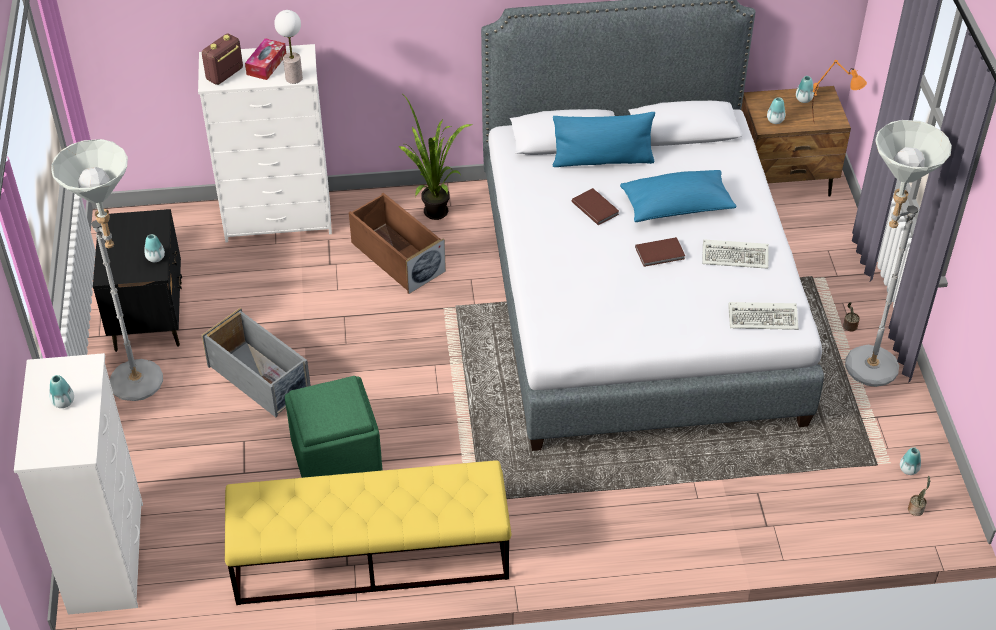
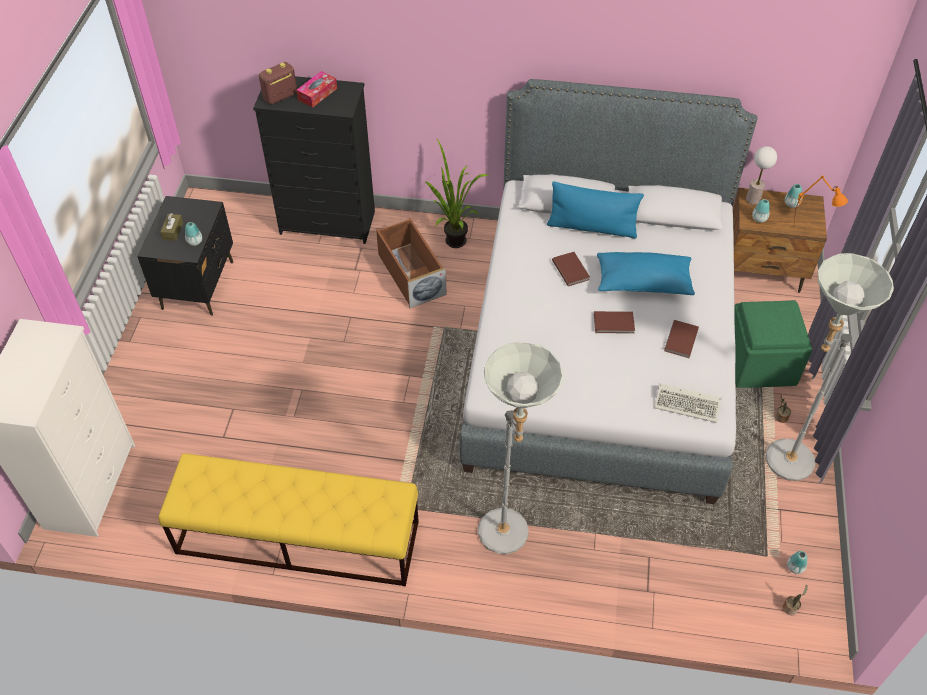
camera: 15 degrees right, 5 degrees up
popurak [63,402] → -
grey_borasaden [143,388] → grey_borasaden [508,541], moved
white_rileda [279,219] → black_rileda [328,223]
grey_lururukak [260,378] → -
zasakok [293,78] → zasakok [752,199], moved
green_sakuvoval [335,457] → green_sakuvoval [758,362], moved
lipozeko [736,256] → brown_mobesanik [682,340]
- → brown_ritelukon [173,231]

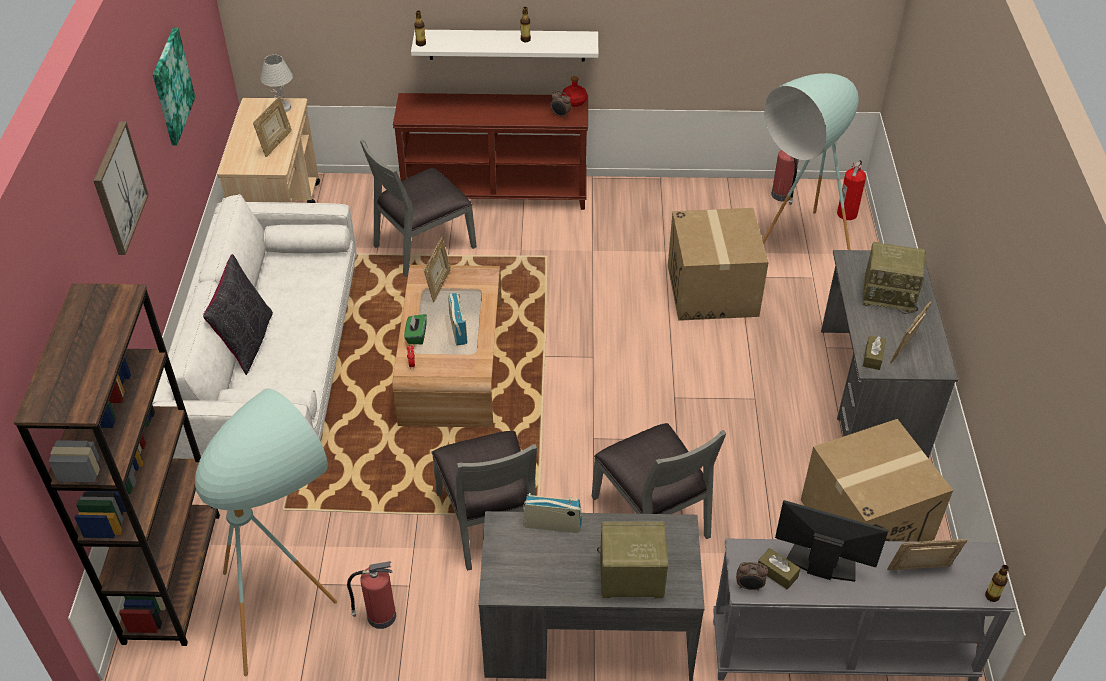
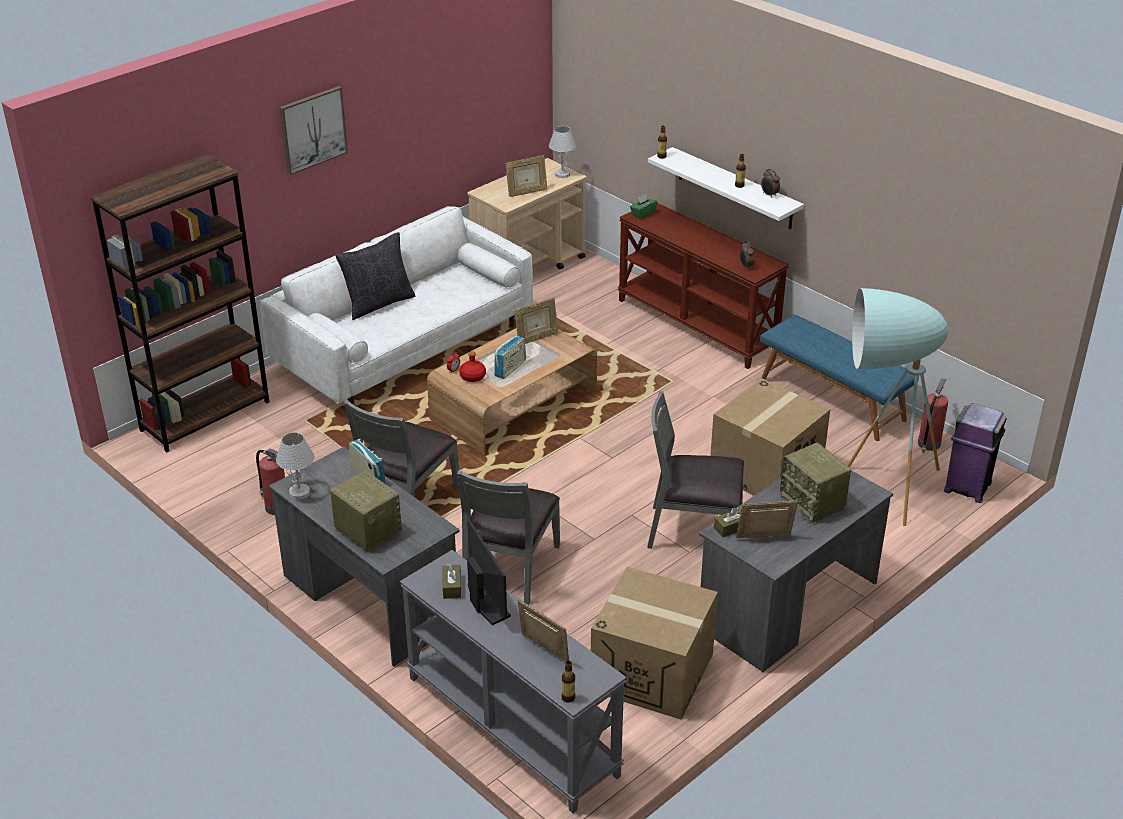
camera: 45 degrees right, 10 degrees down
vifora [171,86] → -
turquoise_borasaden [289,601] → -
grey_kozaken [423,245] → grey_kozaken [694,530], moved
green_ritelukon [416,336] → green_ritelukon [643,213], moved
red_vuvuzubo [574,101] → red_vuvuzubo [473,377], moved
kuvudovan [749,586] → kuvudovan [769,195], moved
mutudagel [847,214] → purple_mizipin [967,487]
- → white_zasakok [299,492]
- → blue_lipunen [833,399]

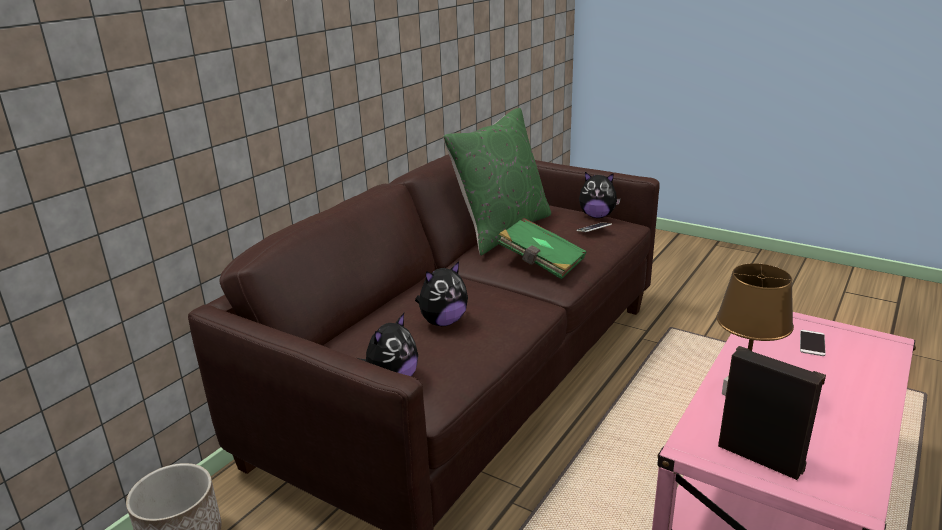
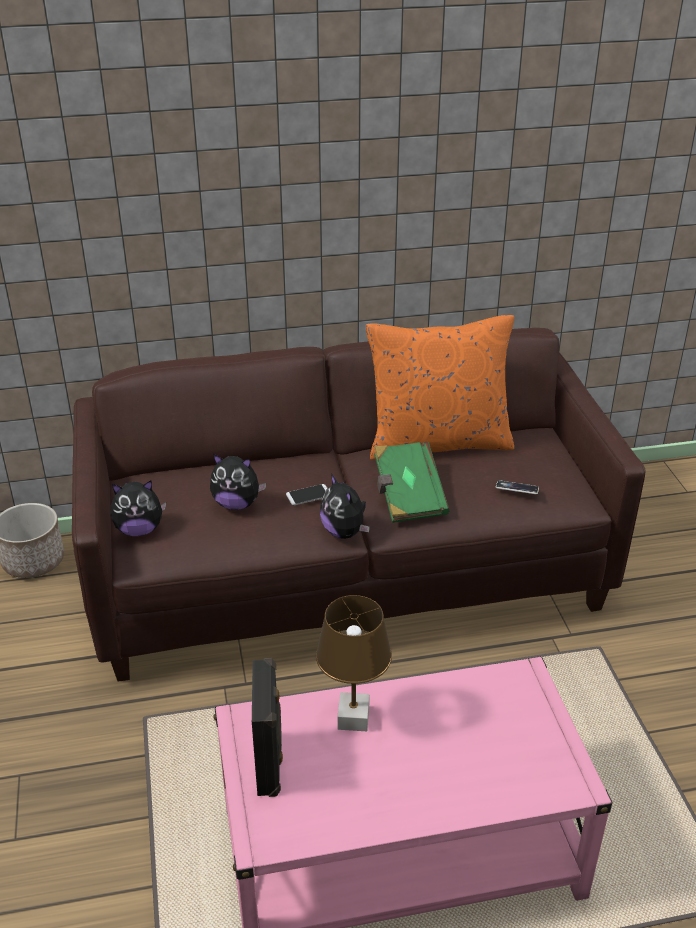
camera: 45 degrees right, 10 degrees up
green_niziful [502,230] → orange_niziful [438,442]
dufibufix [597,216] → dufibufix [344,532], moved
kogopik [812,343] → kogopik [308,495], moved

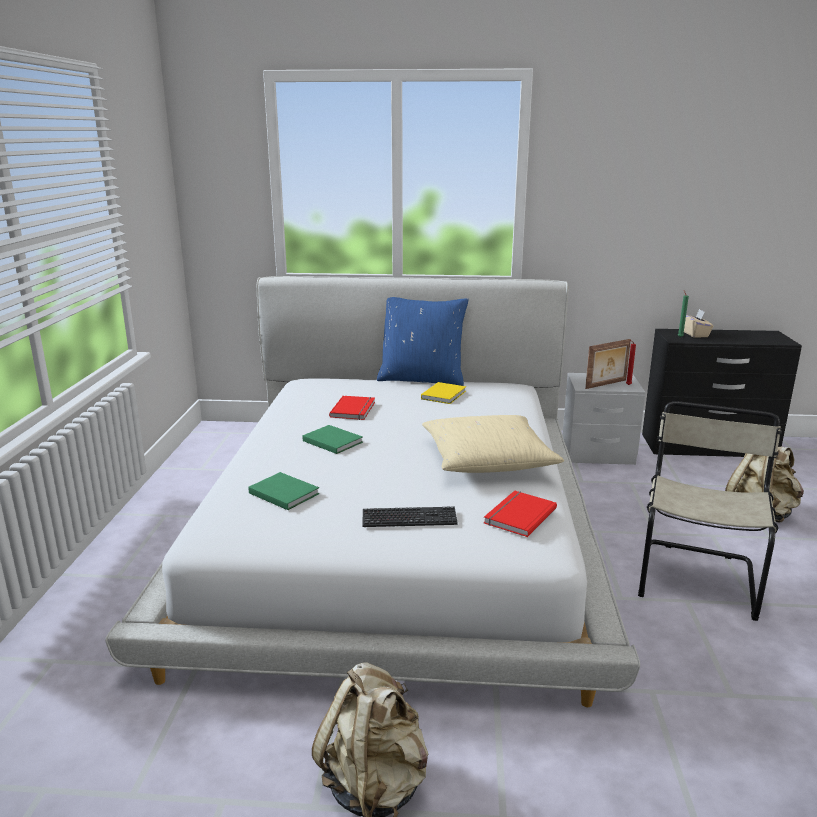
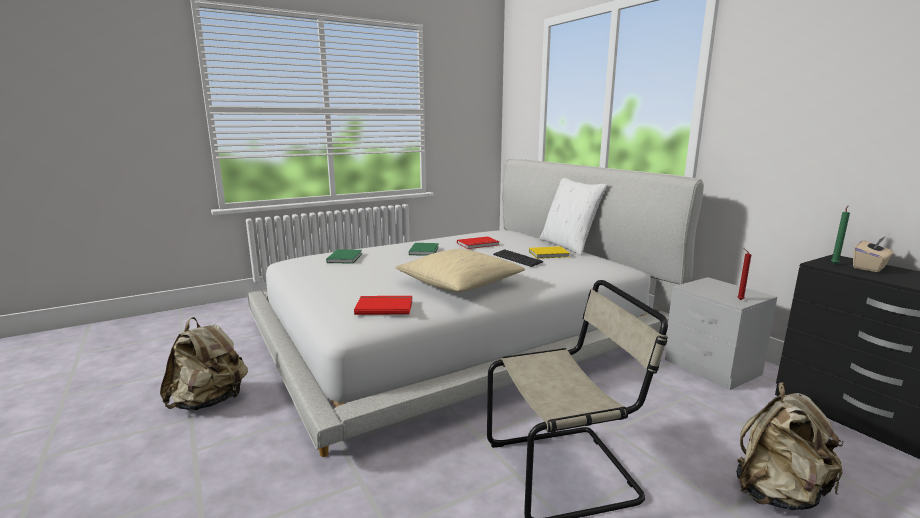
camera: 55 degrees right, 5 degrees down
lipozeko [409,519] → lipozeko [517,259], moved
blue_niziful [422,379] → white_niziful [568,246]
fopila [606,384] → -

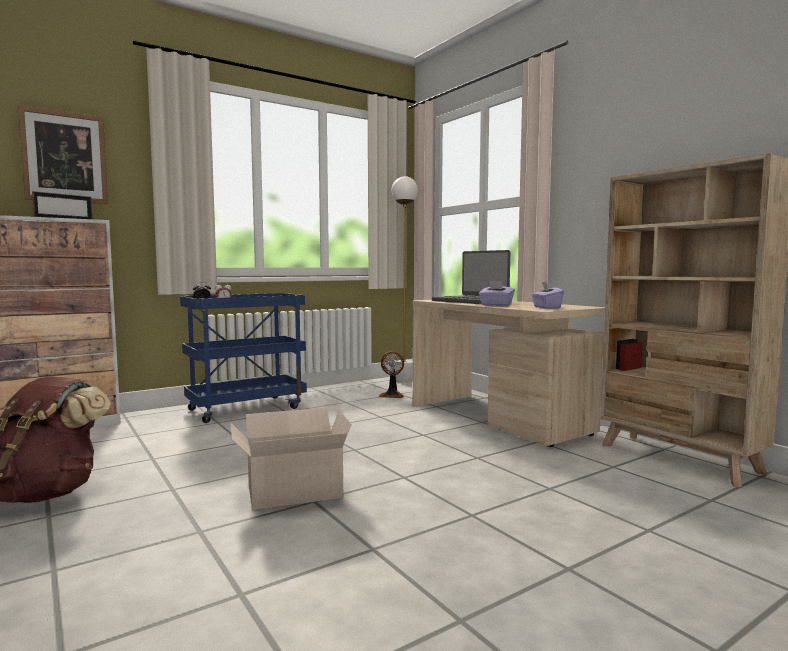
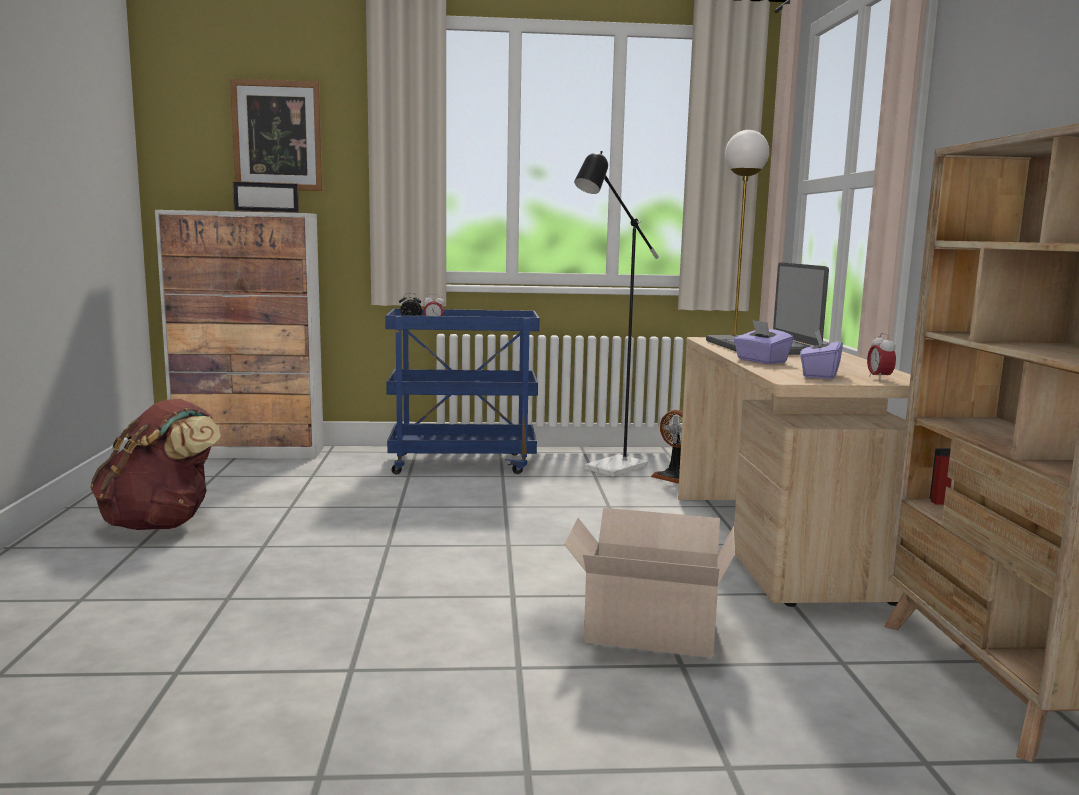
camera: 30 degrees right, 5 degrees up
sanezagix [291,491] → sanezagix [646,629], moved
- → black_borasaden [608,469]
- → kuvudovan [879,378]

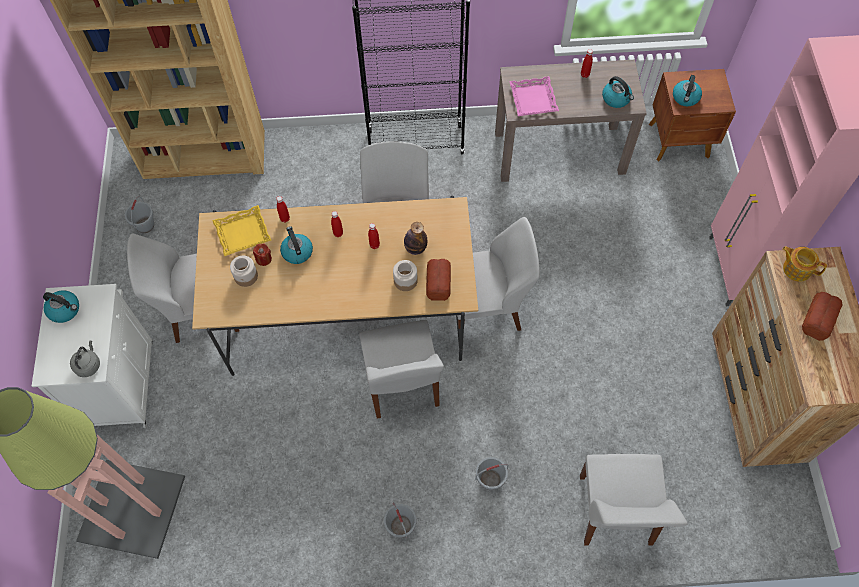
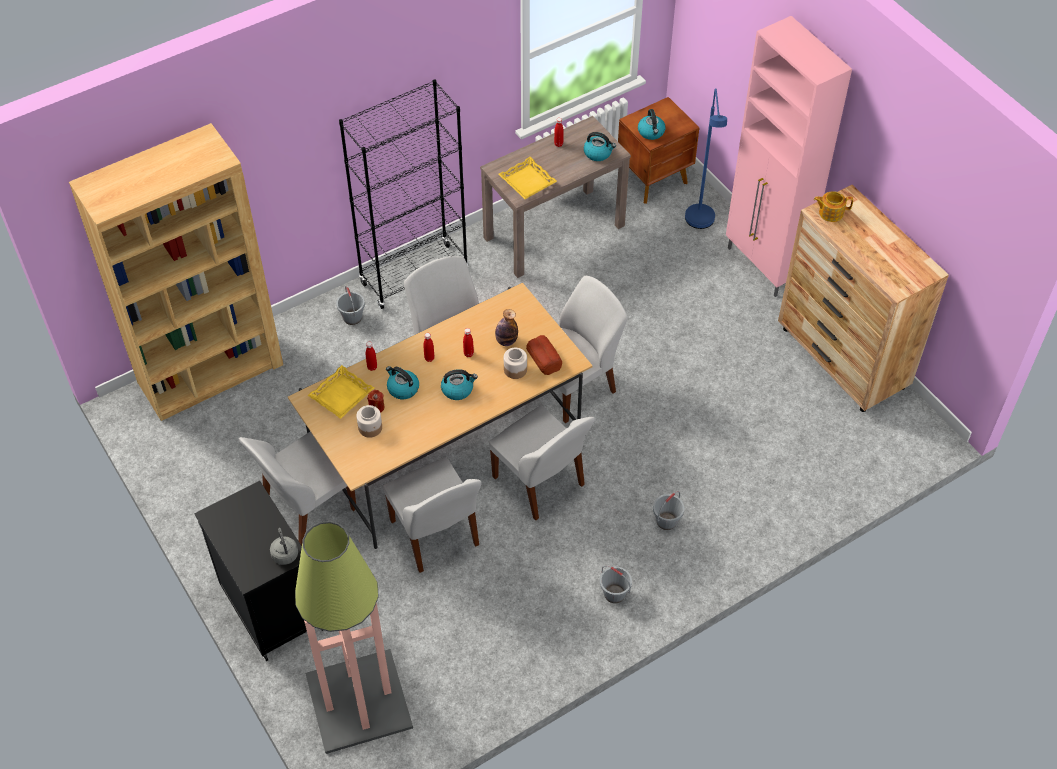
camera: 30 degrees left, 10 degrees down
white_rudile [120,383] → black_rudile [270,605]
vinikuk [65,310] → vinikuk [458,389], moved
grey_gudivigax [145,225] → grey_gudivigax [352,317], moved
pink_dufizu [533,99] → yellow_dufizu [528,181]
white_kozaken [615,513] → white_kozaken [435,535], moved
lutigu [820,318] → -
- → blue_borasaden [700,224]

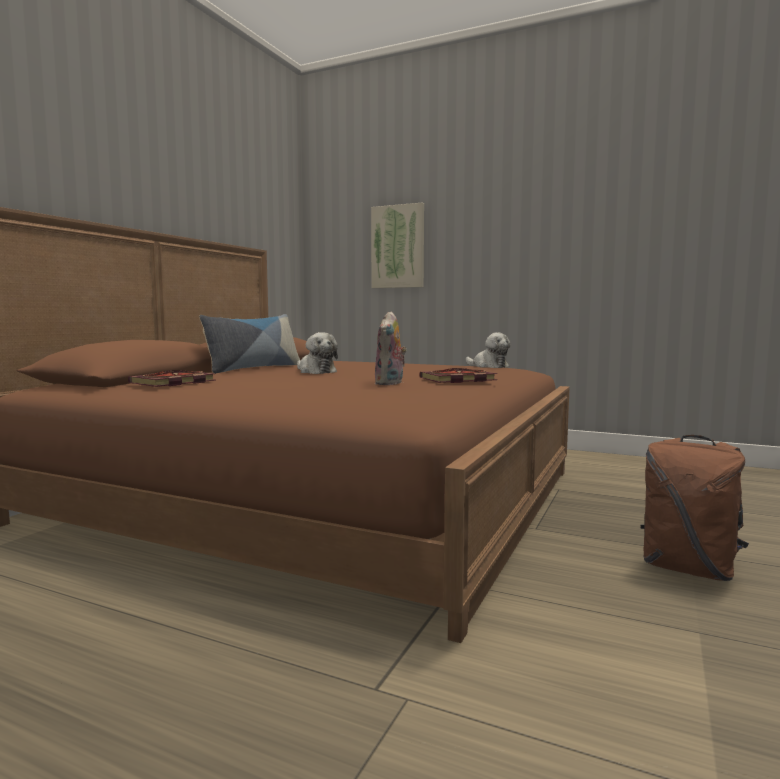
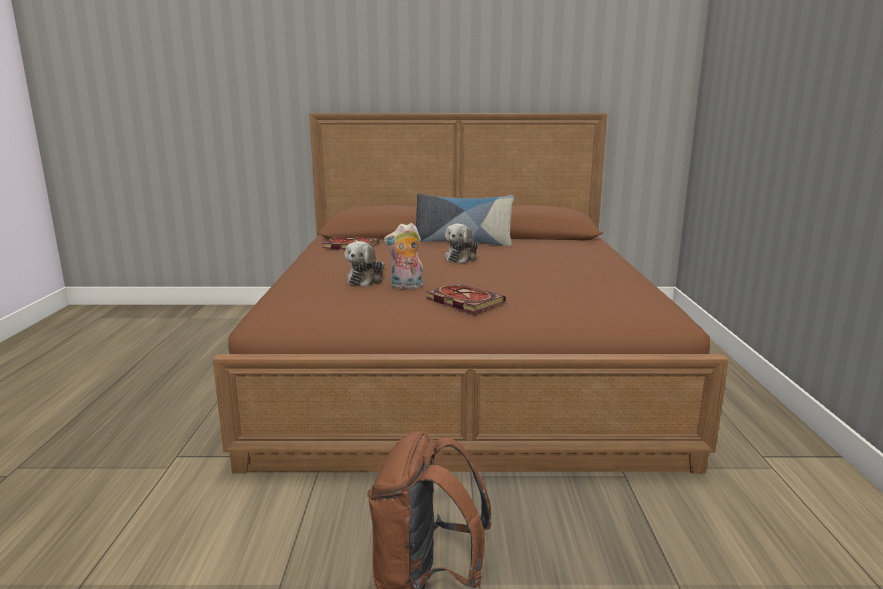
camera: 65 degrees right, 10 degrees up
vifora [398,247] → -
dufibufix [488,366] → dufibufix [366,279], moved

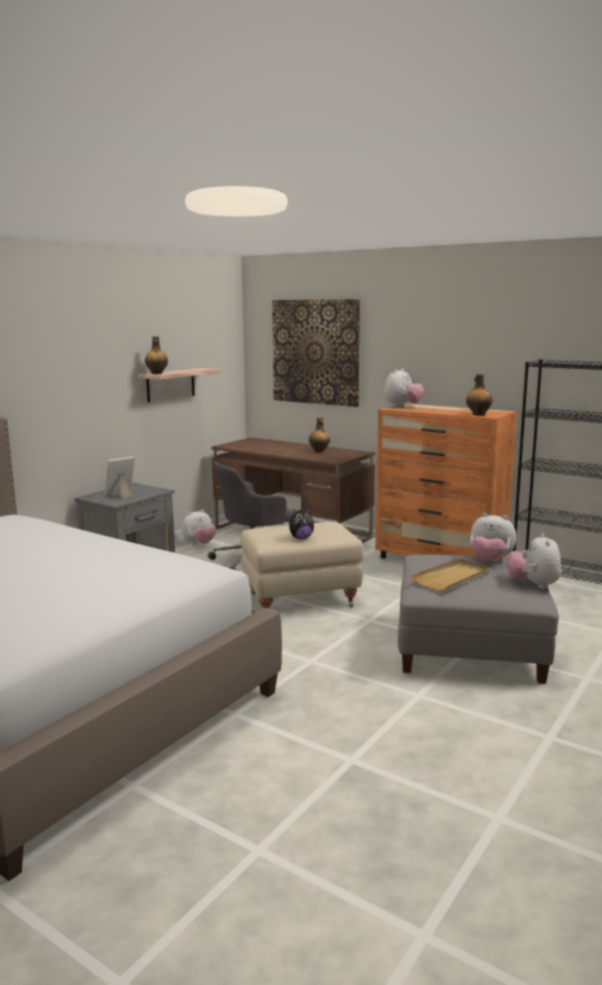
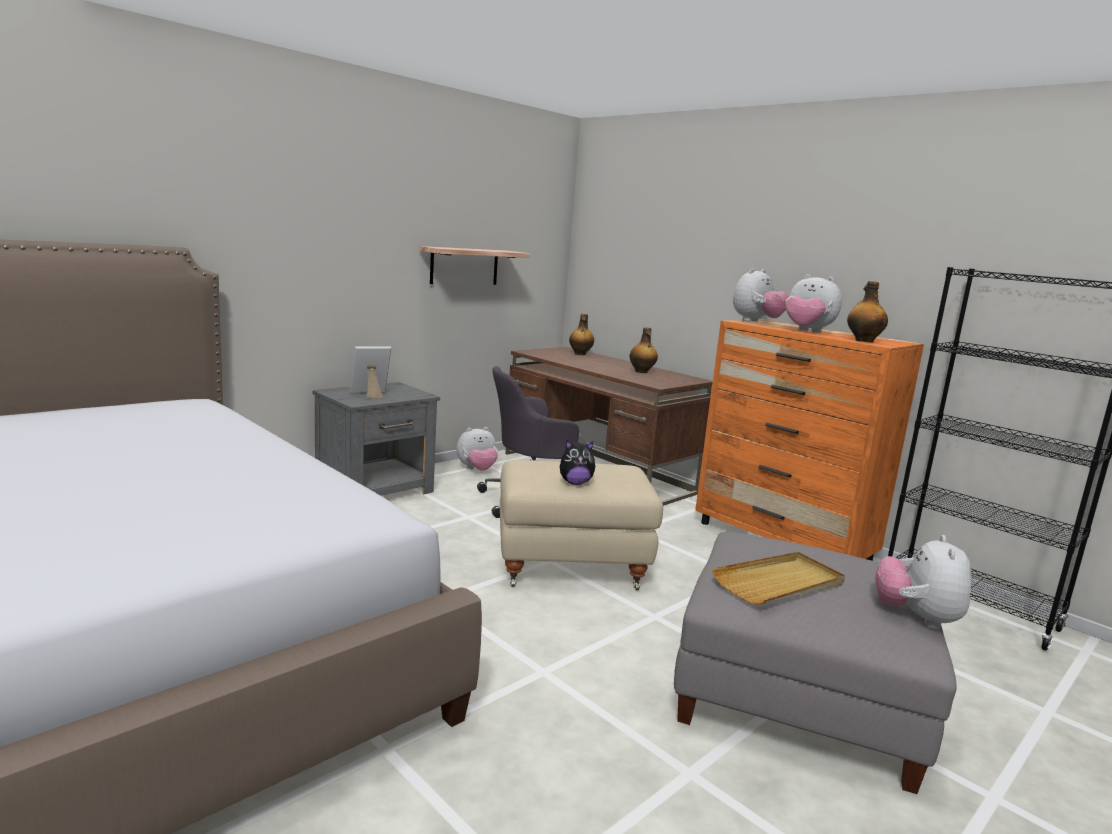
camera: 10 degrees right, 0 degrees up
vuvuzubo [156,374] → vuvuzubo [580,354], moved
vifora [316,352] → -
dufibufix [490,561] → dufibufix [807,331], moved

